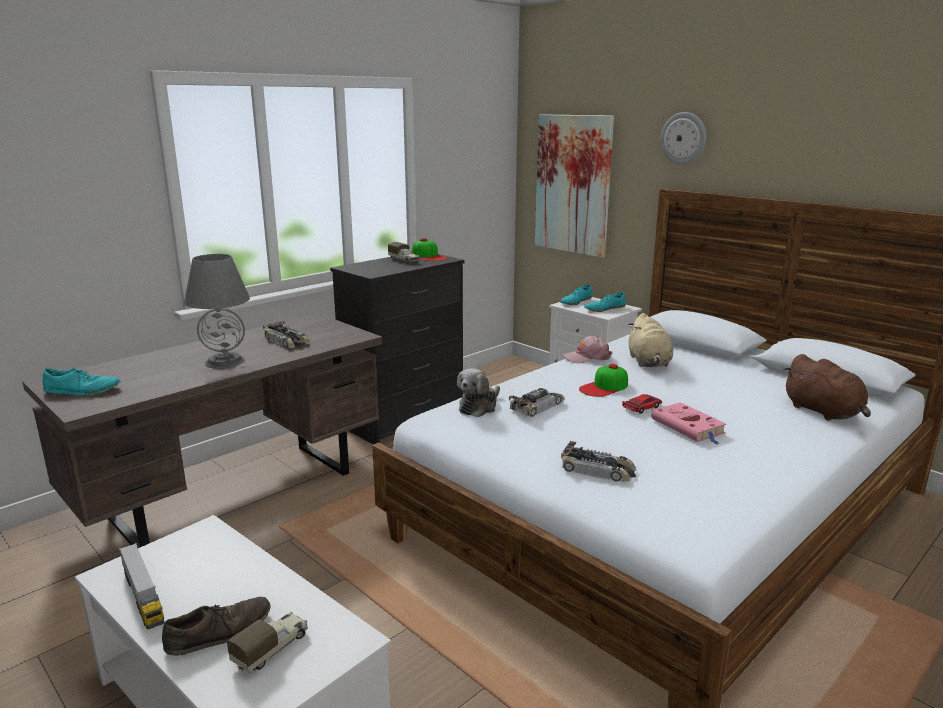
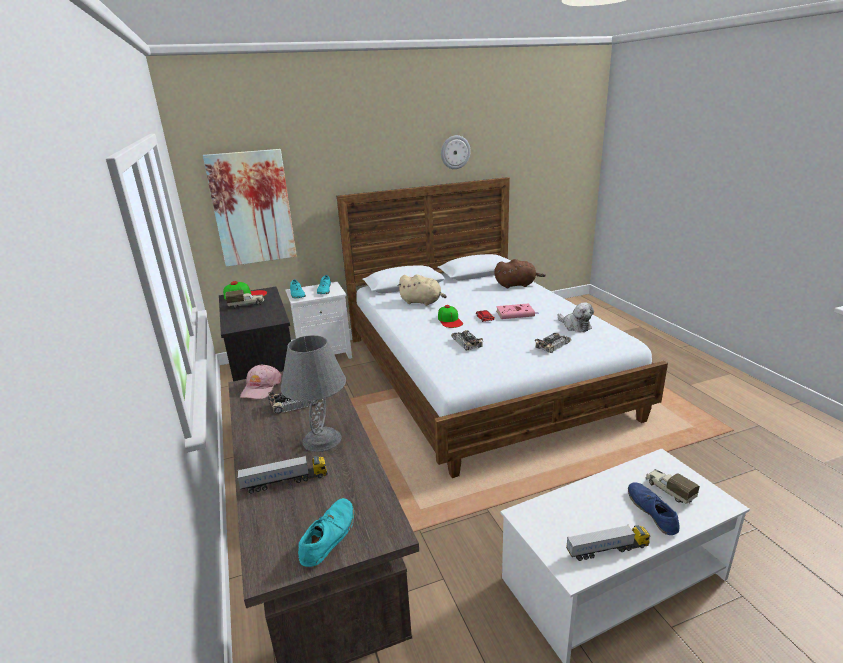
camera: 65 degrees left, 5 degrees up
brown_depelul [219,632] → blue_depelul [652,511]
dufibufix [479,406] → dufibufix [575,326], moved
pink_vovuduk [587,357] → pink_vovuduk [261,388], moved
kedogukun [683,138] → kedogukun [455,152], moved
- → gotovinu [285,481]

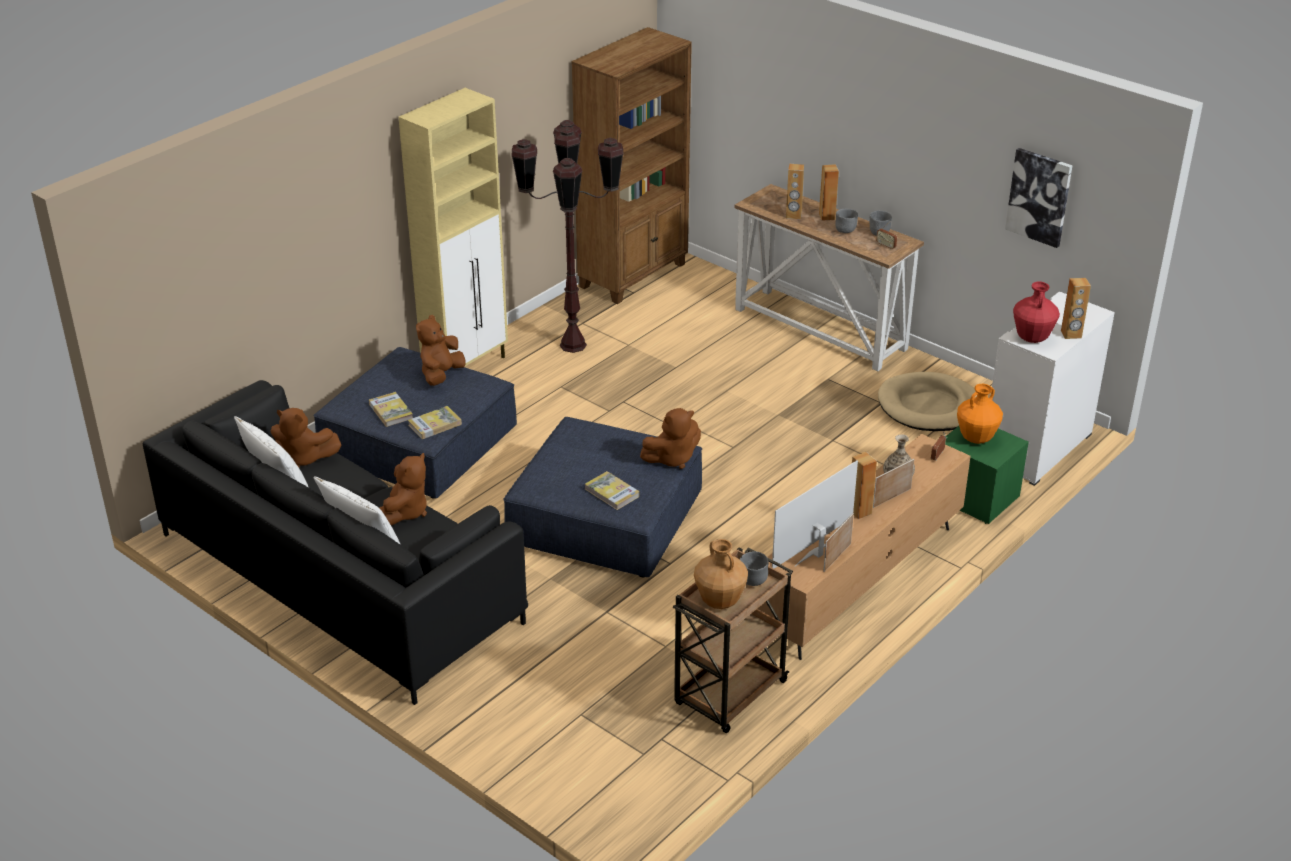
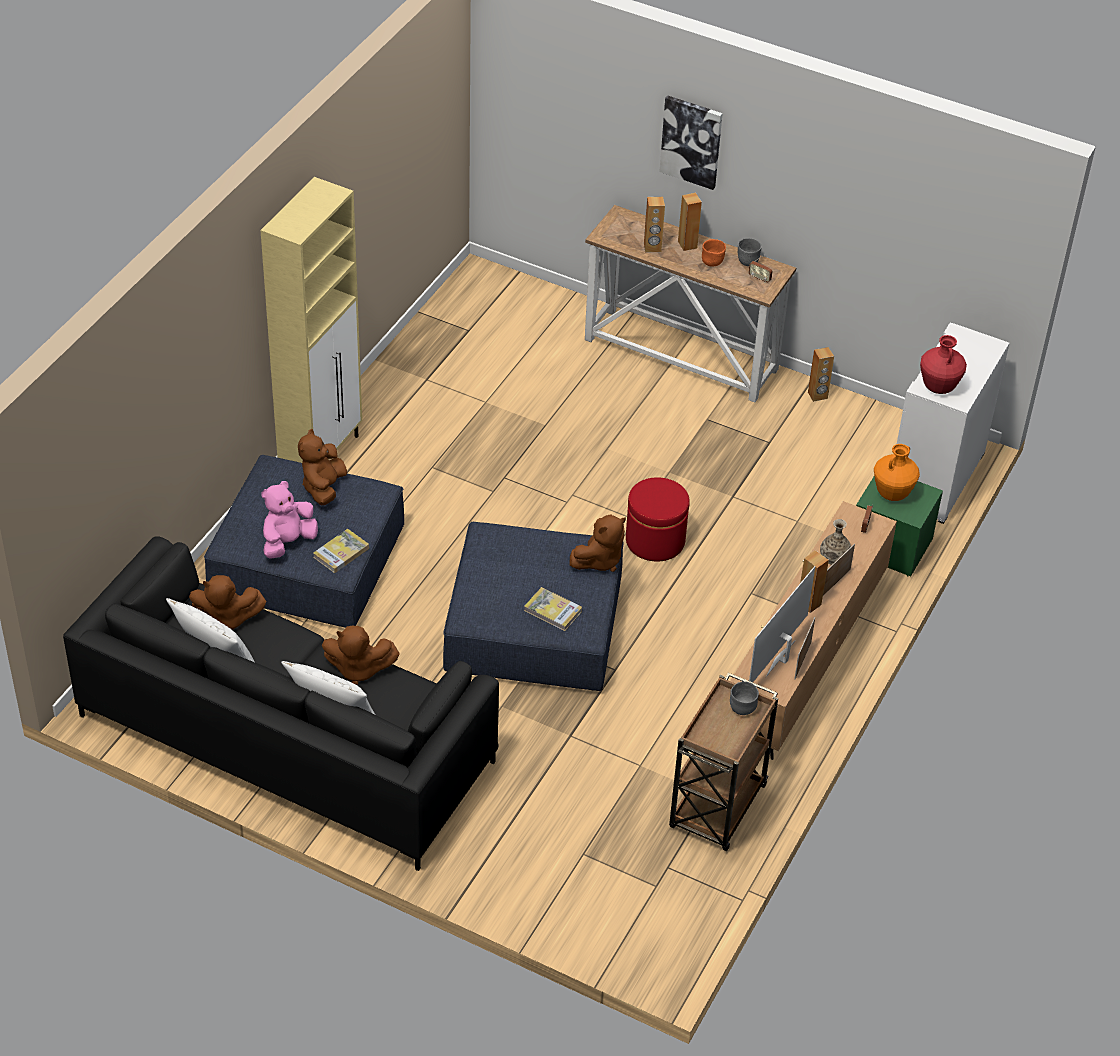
camera: 15 degrees left, 10 degrees up
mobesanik [391,411] → pink_dufibufix [288,542]
brown_dufibufix [406,512] → brown_dufibufix [358,669], 90 degrees clockwise
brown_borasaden [573,345] → -
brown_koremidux [634,275] → -
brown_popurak [719,601] → -
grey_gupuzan [846,231] → orange_gupuzan [713,263]
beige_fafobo [930,407] → -
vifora [1039,197] → vifora [691,141], moved
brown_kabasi [1071,334] → brown_kabasi [817,395], moved
- → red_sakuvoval [655,541]

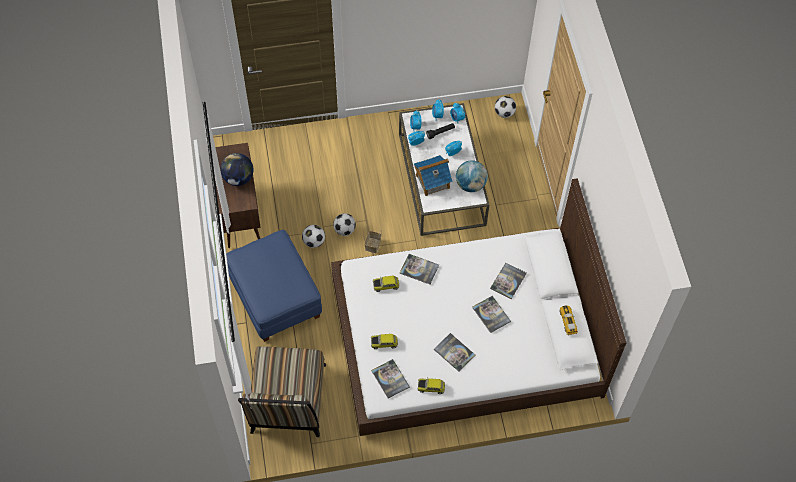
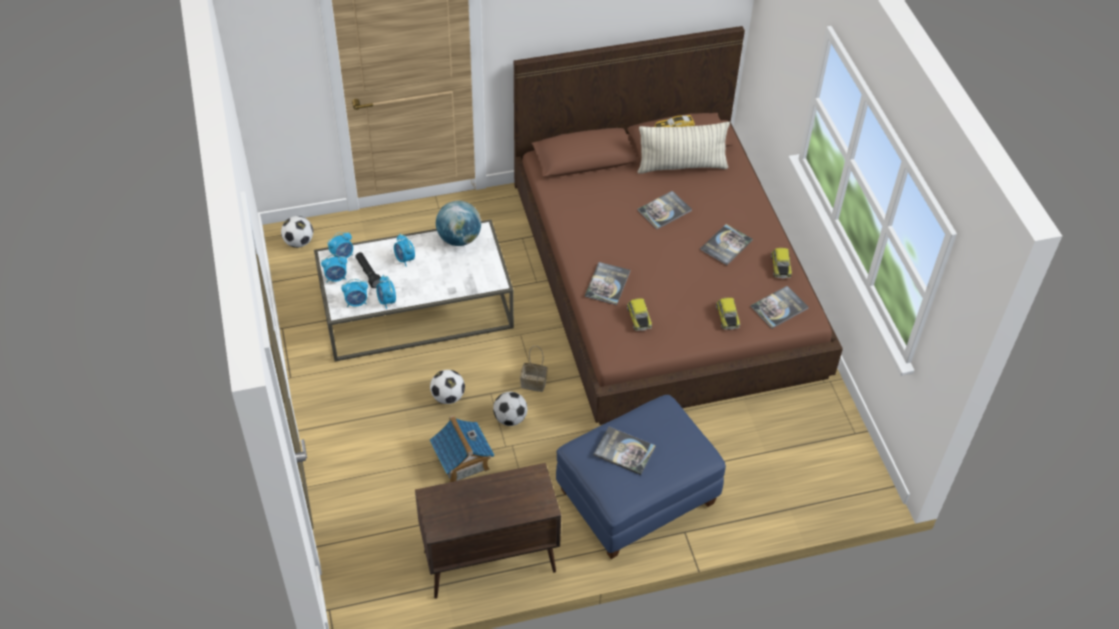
camera: 95 degrees left, 10 degrees down
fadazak [238,178] → -
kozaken [287,404] → -
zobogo [314,241] → zobogo [448,397], moved
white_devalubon [466,337] → brown_devalubon [665,276]
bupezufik [432,181] → bupezufik [462,462], moved
mobesanik [508,281] → mobesanik [624,451], moved
- → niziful [681,166]

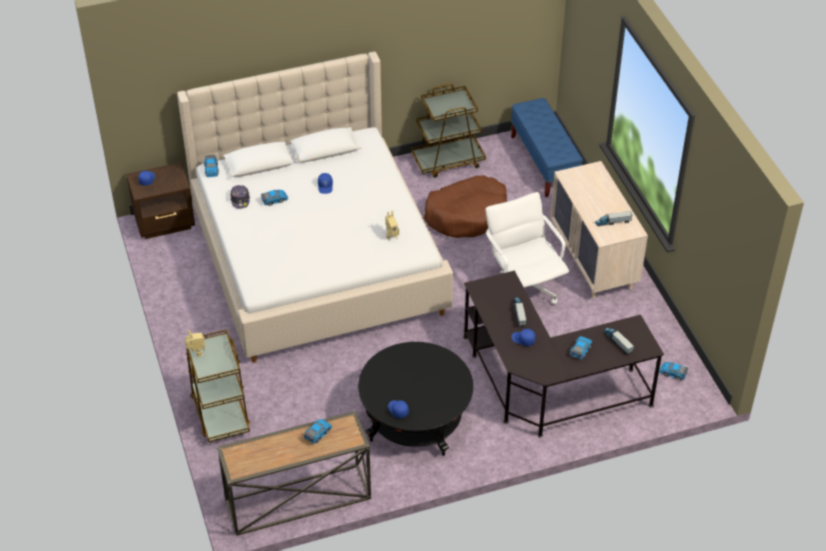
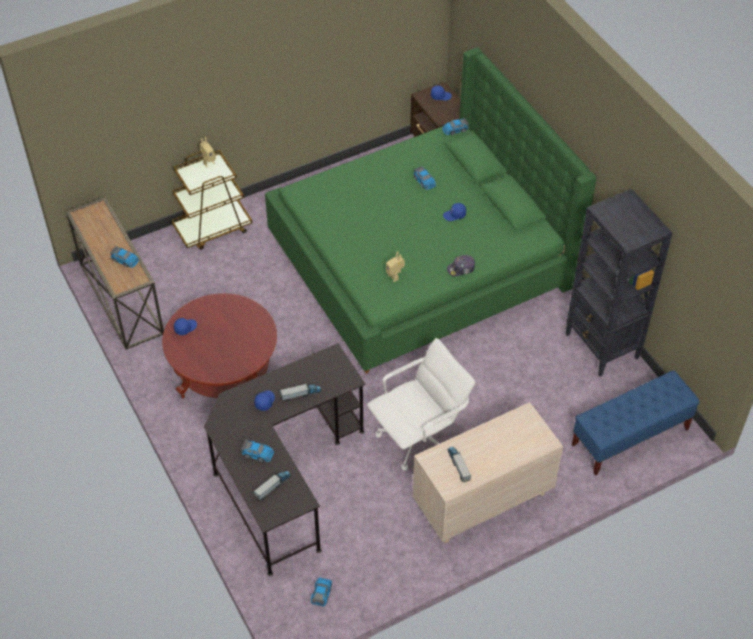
camera: 80 degrees right, 5 degrees up
beige_devalubon [317,258] → green_devalubon [422,261]
vovuduk [240,199] → vovuduk [461,269], moved
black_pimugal [415,419] → red_pimugal [224,369]
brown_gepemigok [448,161] → black_koremidux [602,347]
brown_fafobo [467,215] → -

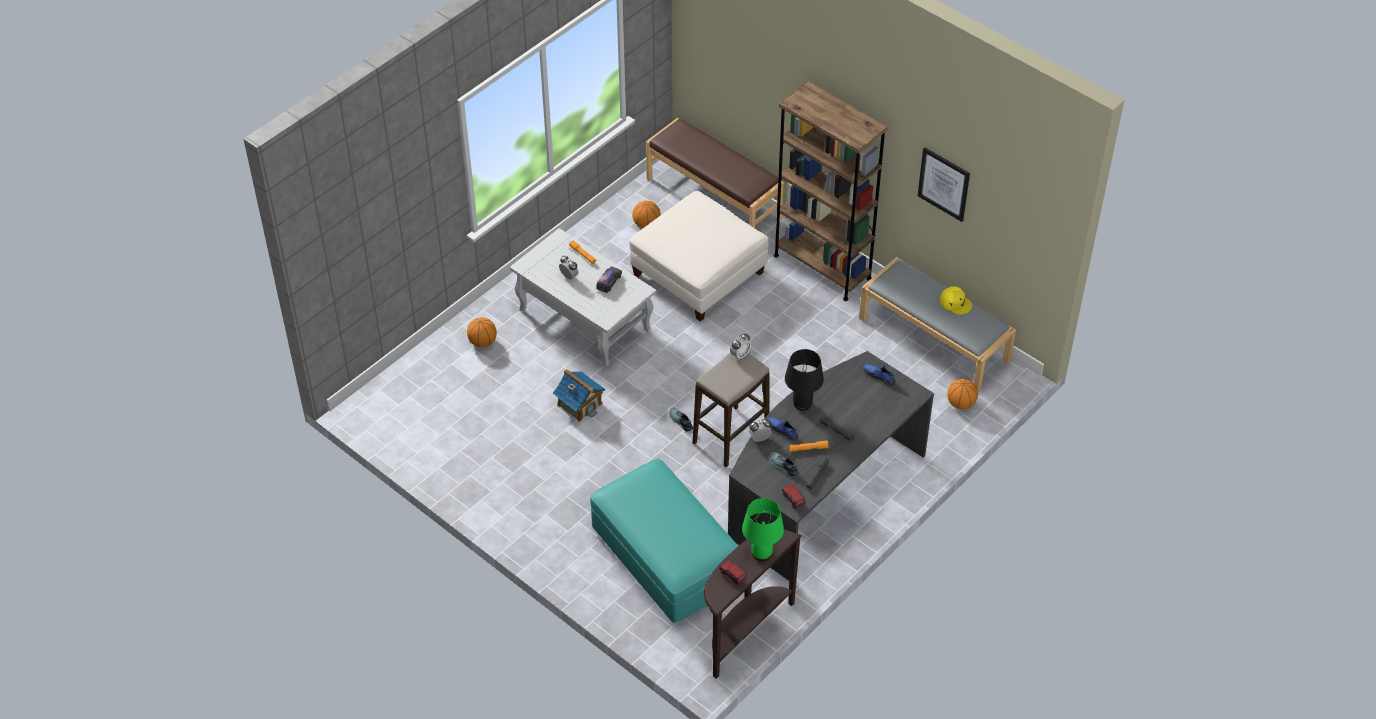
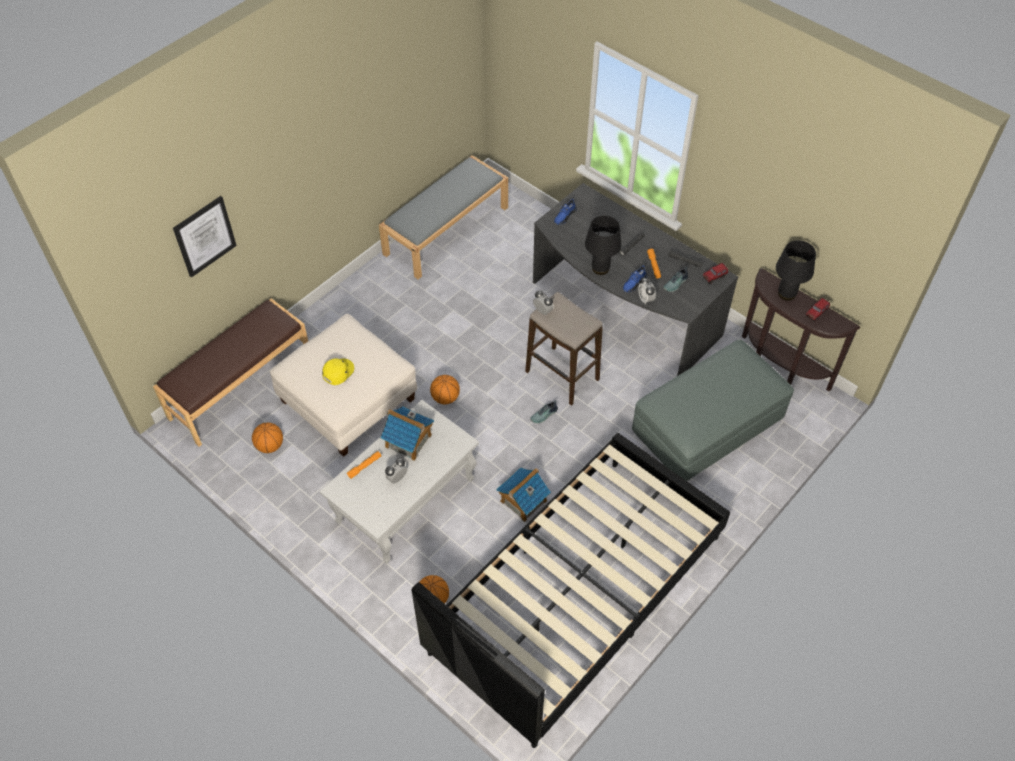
camera: 90 degrees left, 5 degrees up
turquoise_sakuvoval [666,557] → grey_sakuvoval [707,425]
gotovinu [609,282] → bupezufik [408,441]
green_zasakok [762,553] → black_zasakok [786,293]
brown_koremidux [822,267] → -
vifora [944,184] → vifora [204,236], moved
yellow_vovuduk [955,303] → yellow_vovuduk [338,372], moved
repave [961,404] → repave [445,398], moved
- → black_devalubon [576,594]

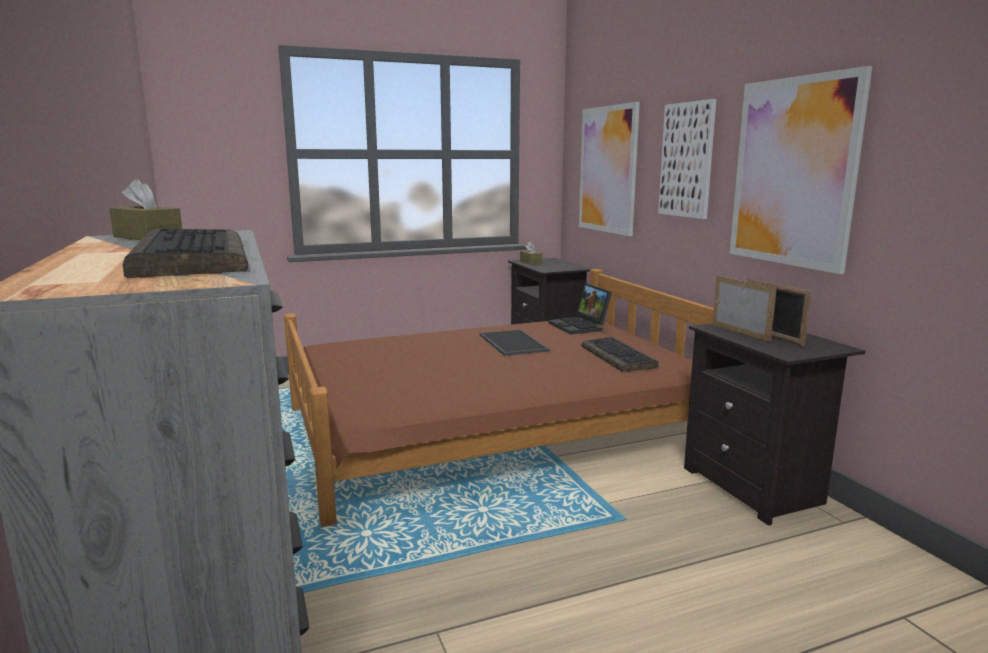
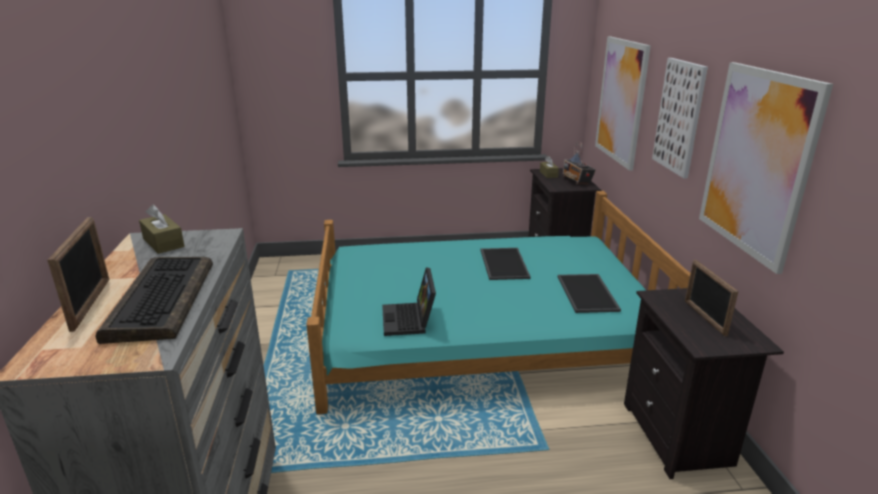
camera: 15 degrees right, 10 degrees up
brown_devalubon [494,426] → turquoise_devalubon [480,333]
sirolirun [580,326] → sirolirun [410,320], moved
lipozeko [619,357] → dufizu [588,293]
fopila [740,332] → fopila [91,304], moved
- → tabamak [577,181]

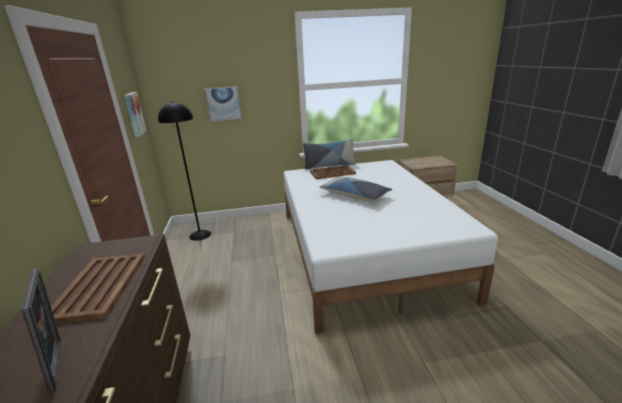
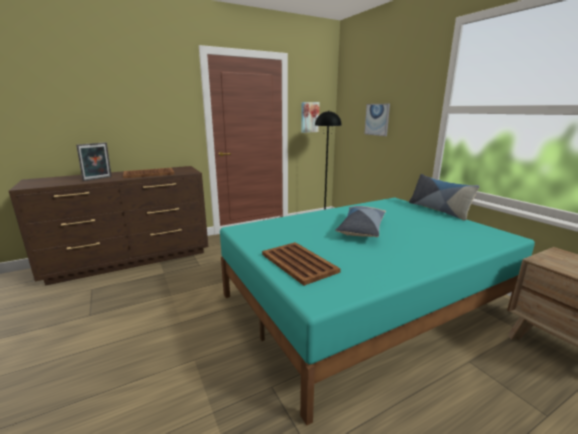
camera: 70 degrees right, 5 degrees down
white_devalubon [364,250] → turquoise_devalubon [364,303]
brown_dufizu [332,173] → brown_dufizu [298,262], moved

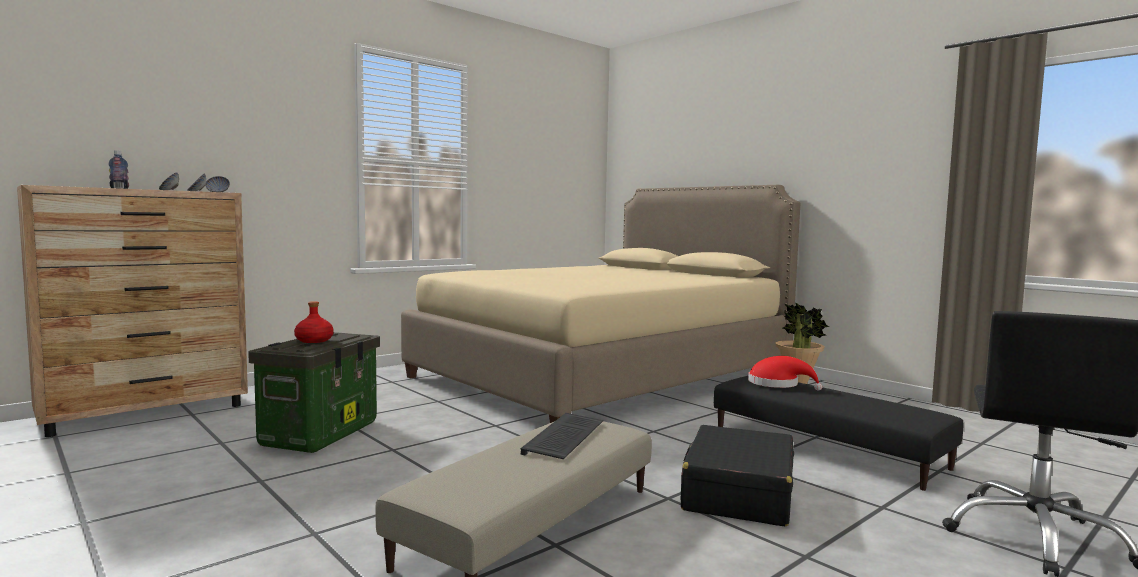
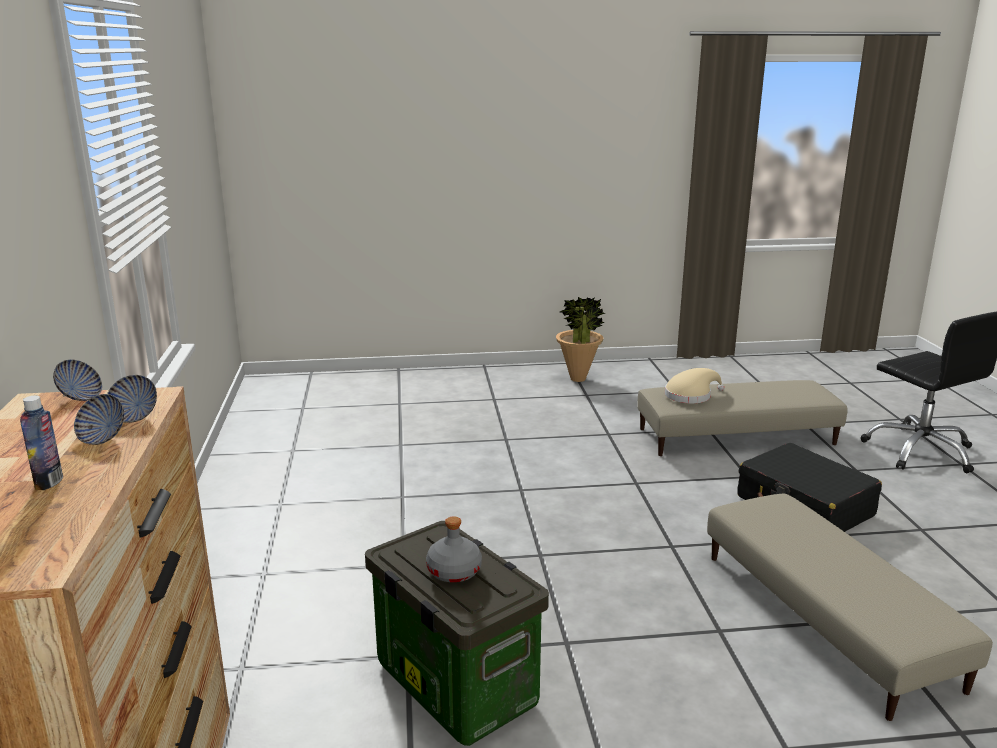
camera: 55 degrees left, 15 degrees up
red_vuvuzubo [314,340] → grey_vuvuzubo [454,571]
beige_devalubon [602,375] → -
lipozeko [565,439] → -
black_sakuvoval [826,448] → beige_sakuvoval [736,436]
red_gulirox [777,384] → beige_gulirox [690,395]

